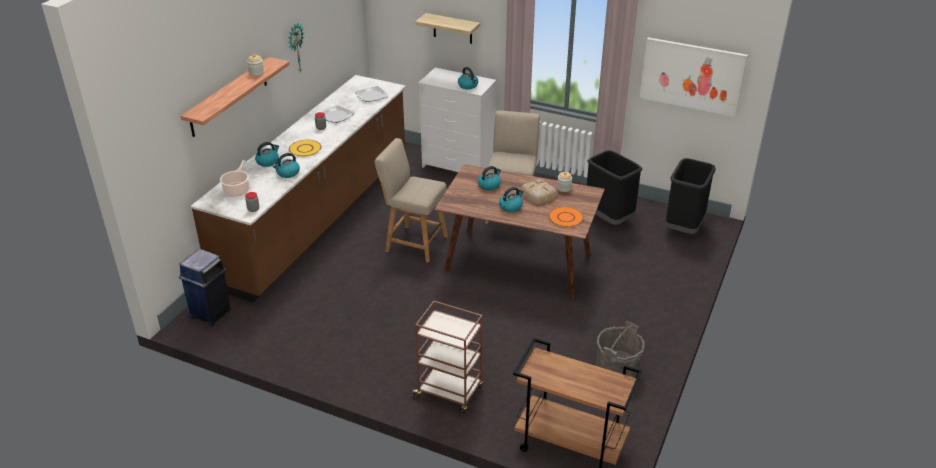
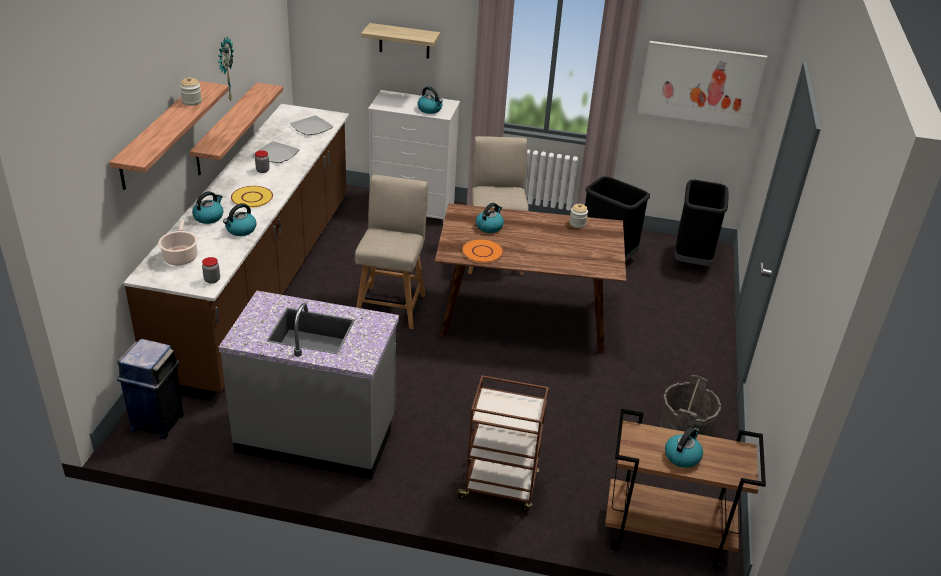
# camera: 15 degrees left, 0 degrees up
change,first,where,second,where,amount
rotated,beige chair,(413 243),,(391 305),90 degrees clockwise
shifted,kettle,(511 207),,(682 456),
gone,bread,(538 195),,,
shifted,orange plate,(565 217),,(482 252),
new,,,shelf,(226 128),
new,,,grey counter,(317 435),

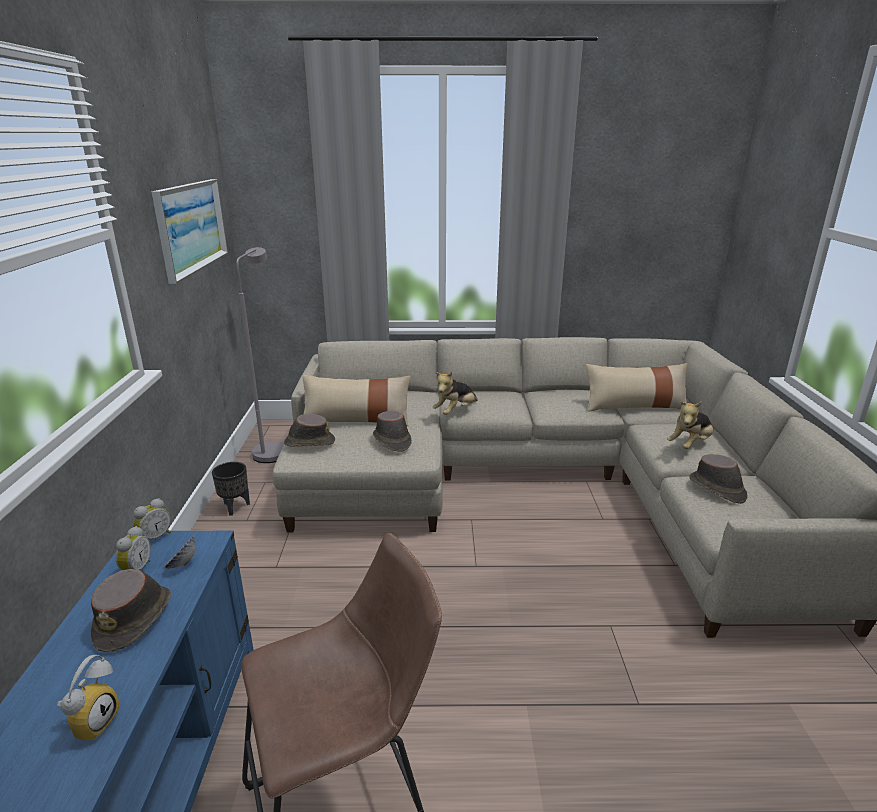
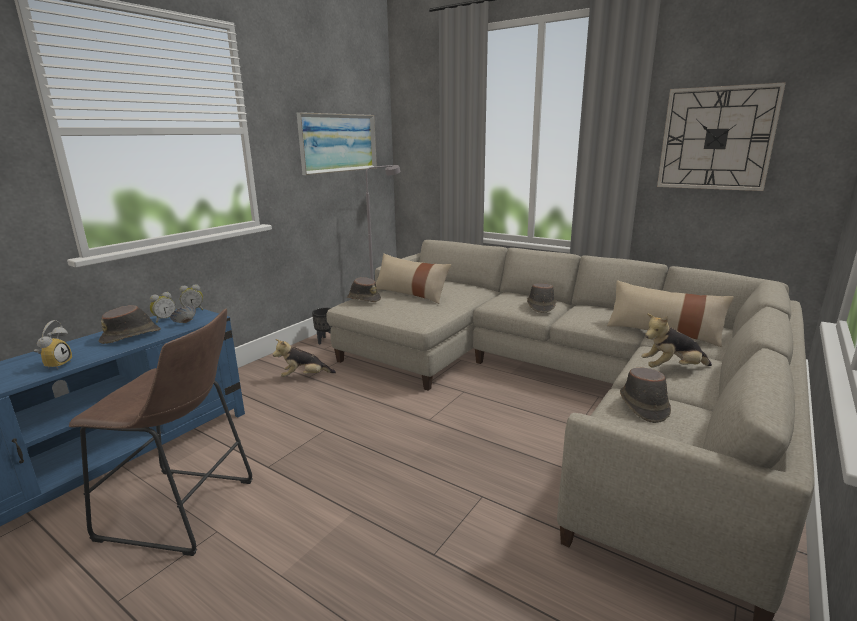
# camera: 35 degrees right, 5 degrees down
change,first,where,second,where,amount
rotated,alarm clock,(93 721),,(56 364),45 degrees counterclockwise
shifted,brown hat,(392 440),,(540 306),
shifted,plush toy,(455 411),,(304 377),
new,,,wall clock,(716 139),

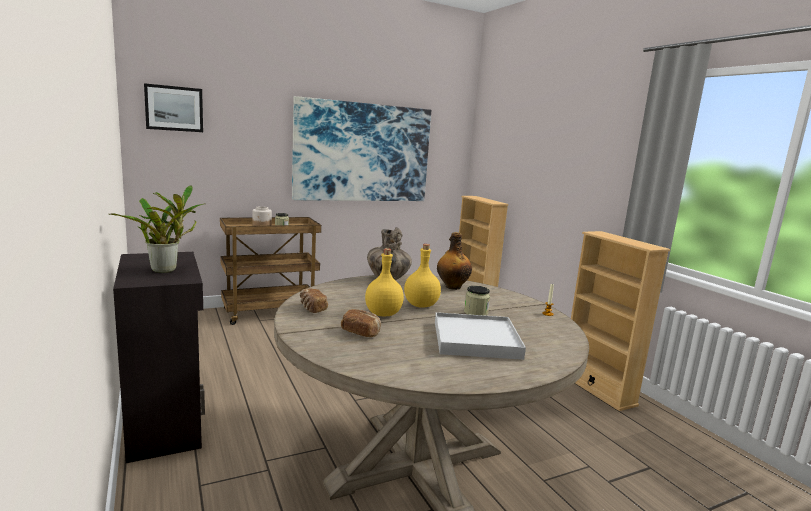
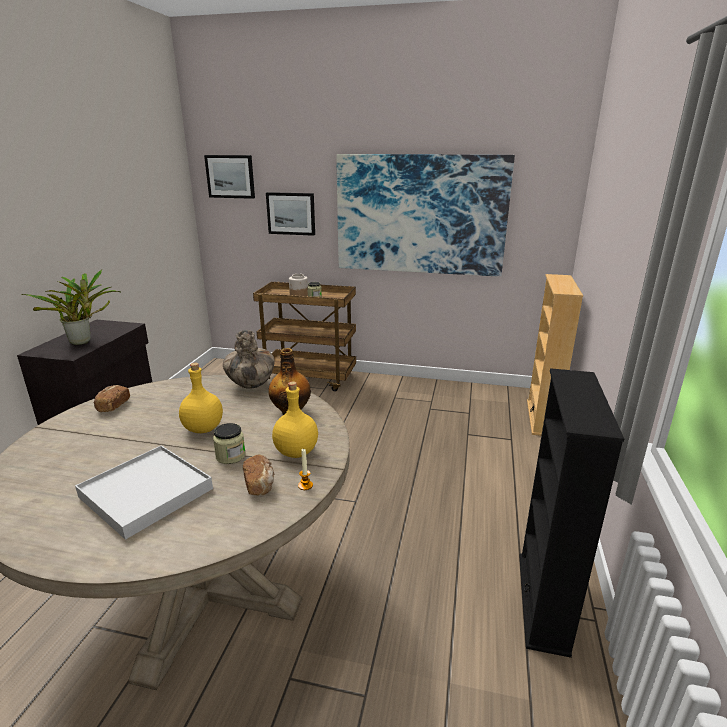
# camera: 40 degrees right, 10 degrees up
change,first,where,second,where,amount
shifted,bread,(361 332),,(260 484),
shifted,yellow bottle,(383 313),,(297 452),
repainted,beige bookcase,(597 389),black bookcase,(543 601),
new,,,picture,(291 213),

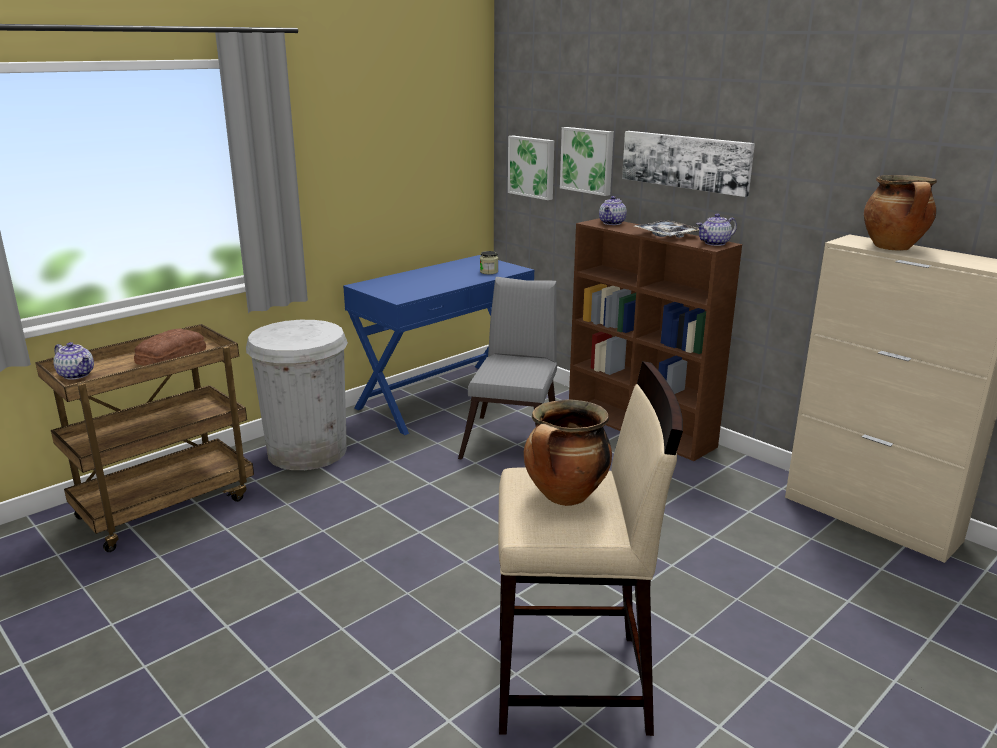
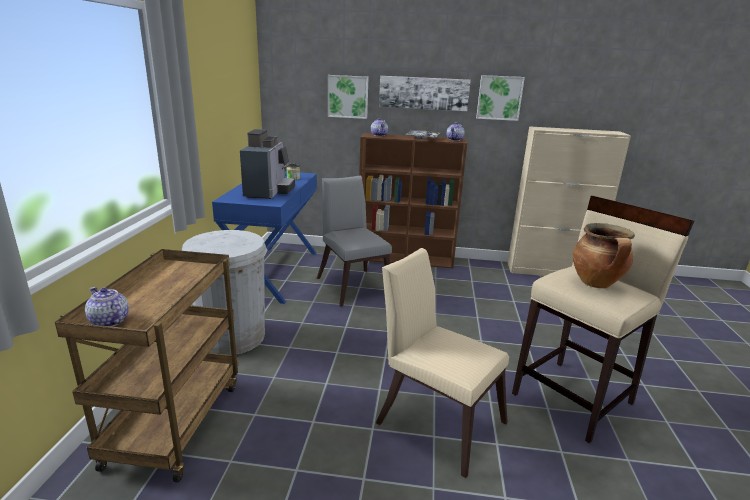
# camera: 40 degrees left, 0 degrees up
change,first,where,second,where,amount
rotated,teapot,(77 375),,(108 321),135 degrees counterclockwise
gone,bread,(170 357),,,
shifted,picture,(532 167),,(499 97),
gone,cooking pot,(894 248),,,
new,,,coffee machine,(269 192),
new,,,beige chair,(435 418),

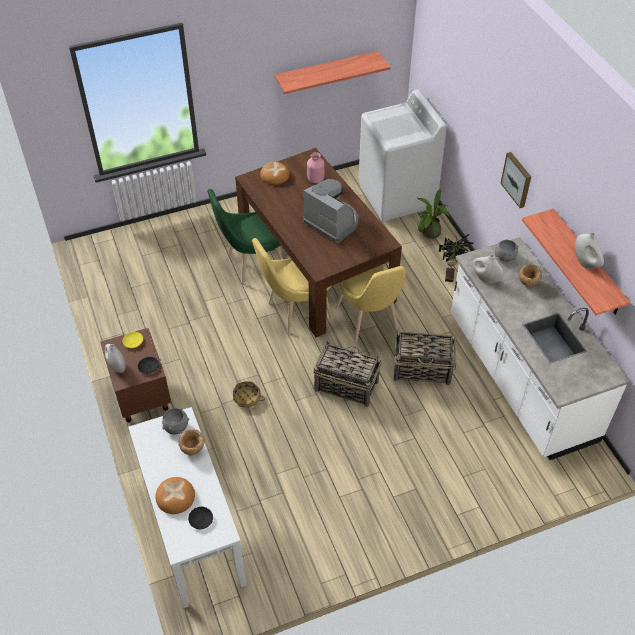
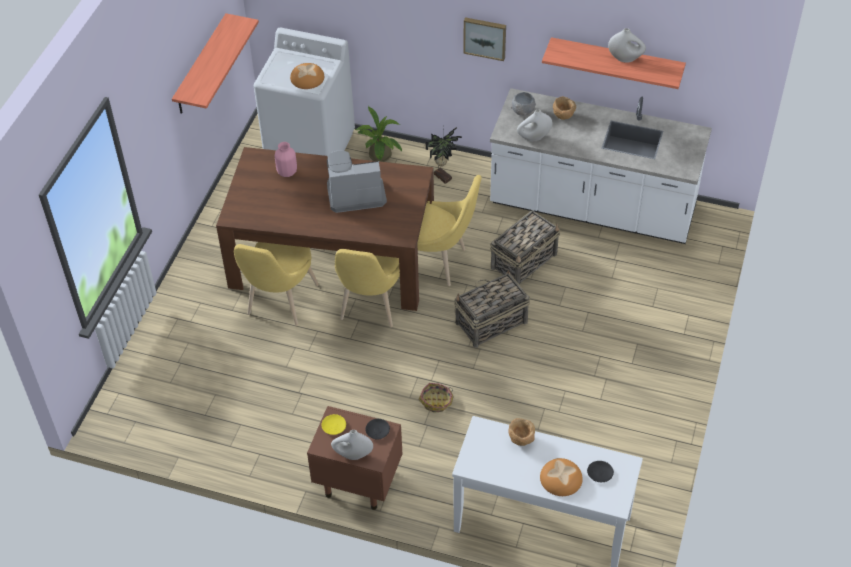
# camera: 50 degrees left, 0 degrees up
change,first,where,second,where,amount
gone,grey bowl,(176 427),,,
repainted,green chair,(252 265),yellow chair,(280 303),
shifted,bread,(275 175),,(307 78),

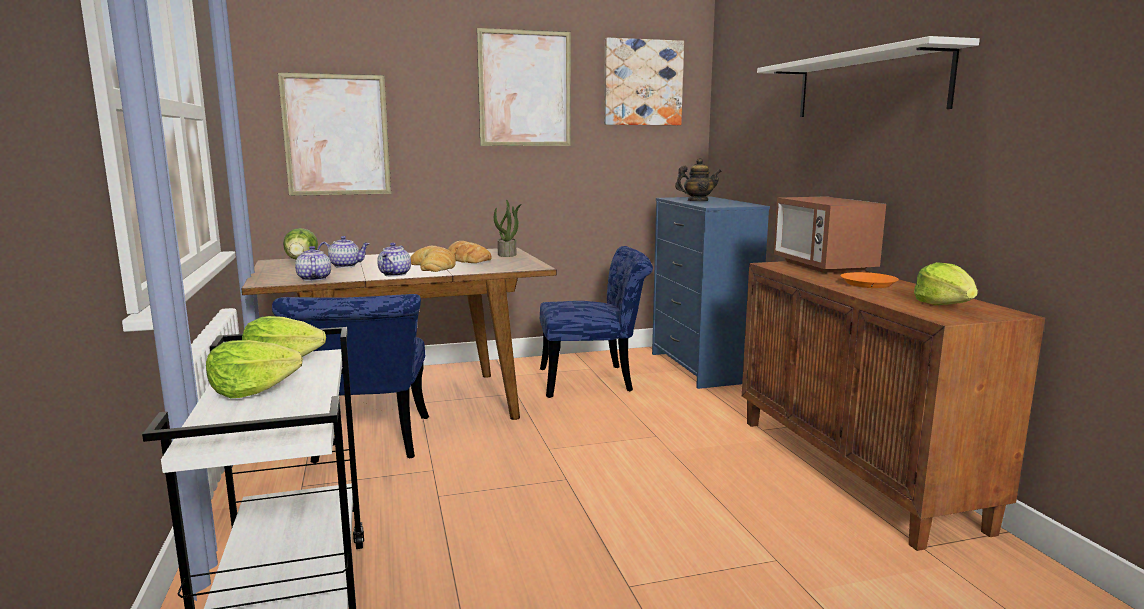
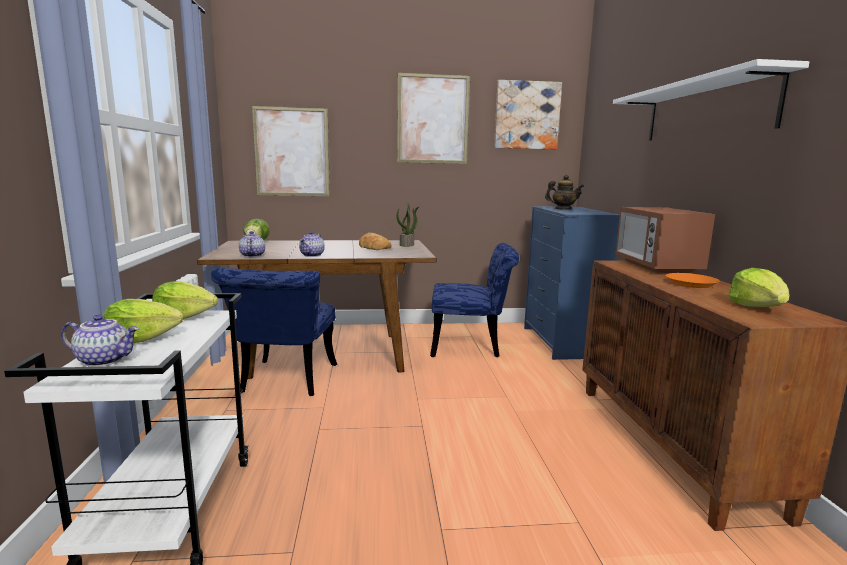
# camera: 10 degrees right, 0 degrees up
change,first,where,second,where,amount
shifted,teapot,(345 266),,(105 360),
gone,bread,(434 266),,,

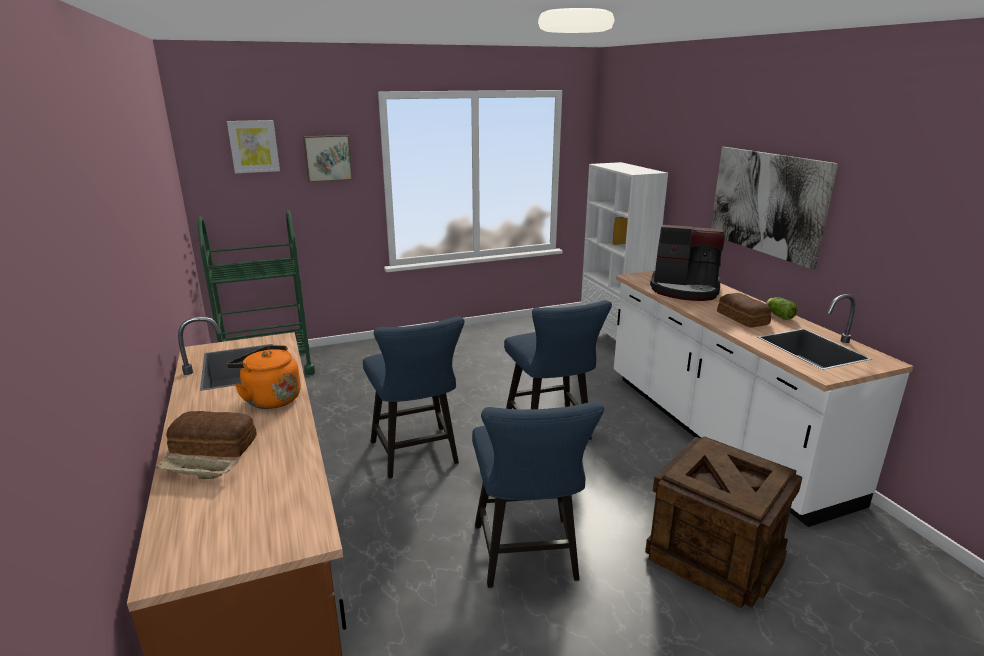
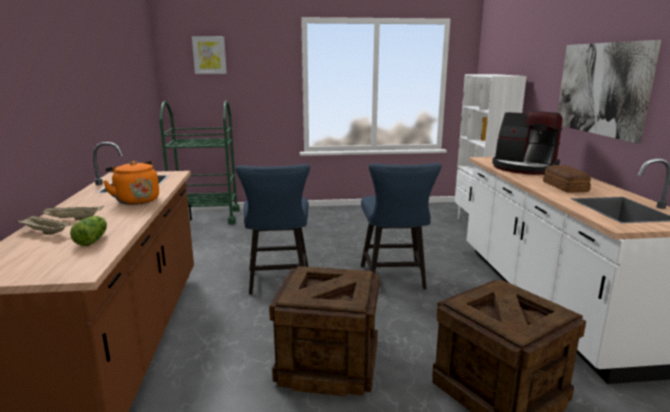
# camera: 15 degrees right, 5 degrees down
change,first,where,second,where,amount
swapped,bread,(214 446),beige tray,(73 219),
gone,picture,(328 158),,,
swapped,blue chair,(528 558),crate,(327 364),
shifted,lettuce,(778 315),,(93 239),

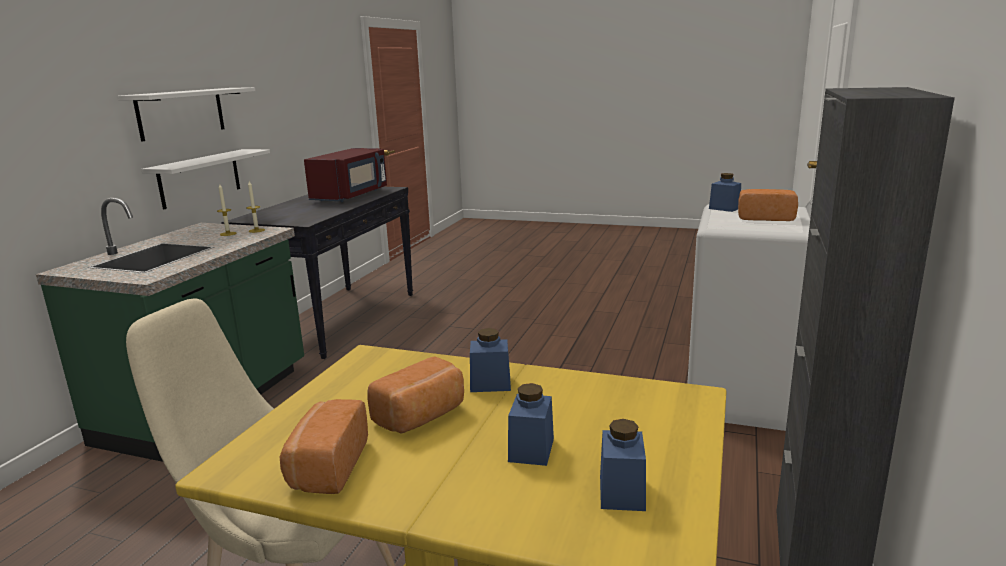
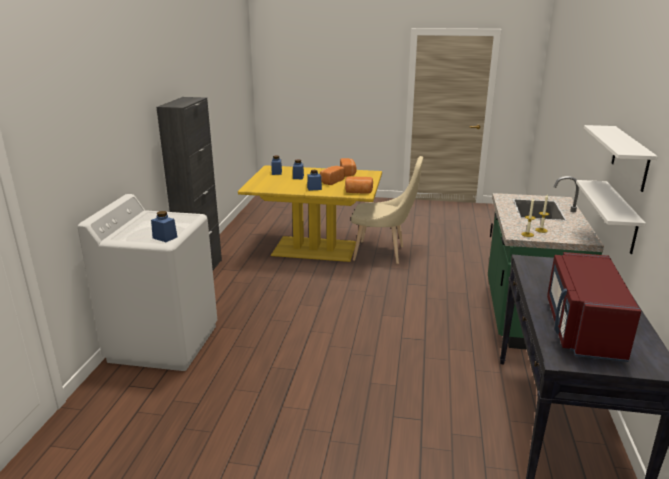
# camera: 170 degrees right, 5 degrees up
change,first,where,second,where,amount
shifted,bread,(765 217),,(358 192),

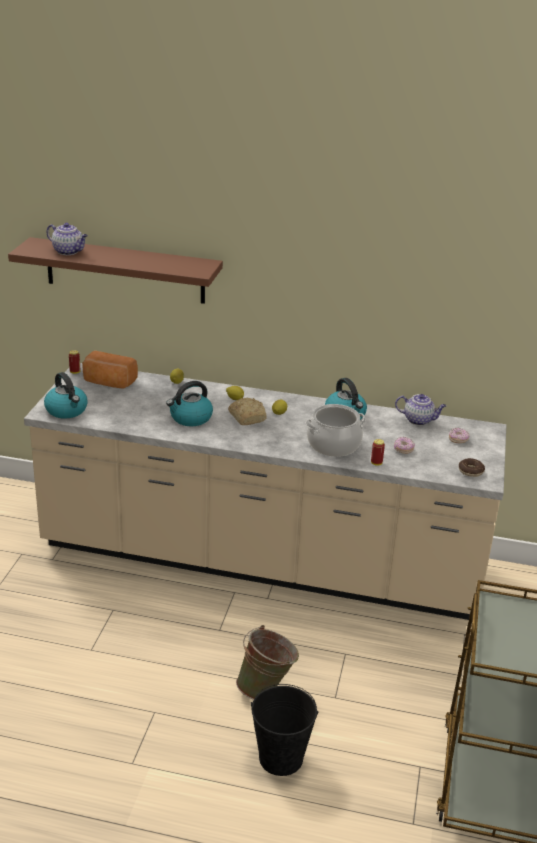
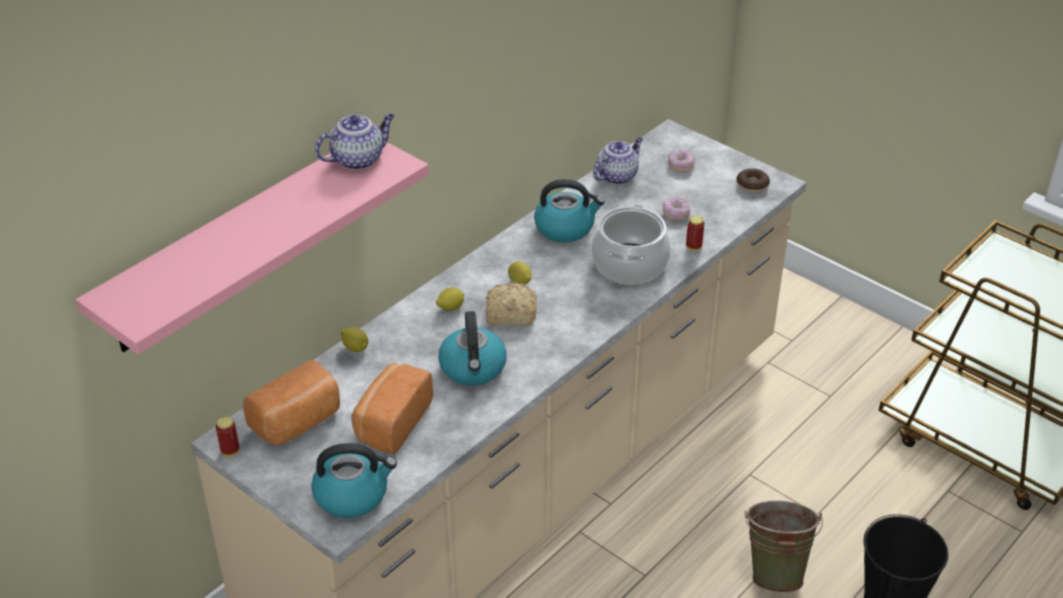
# camera: 60 degrees left, 10 degrees up
change,first,where,second,where,amount
repainted,brown shelf,(125 270),pink shelf,(237 243),
shifted,teapot,(69 251),,(358 159),
new,,,bread,(391 422),

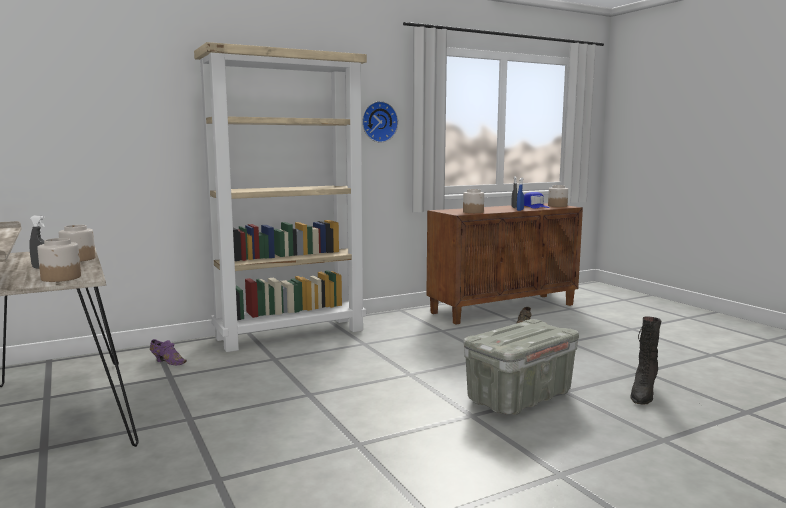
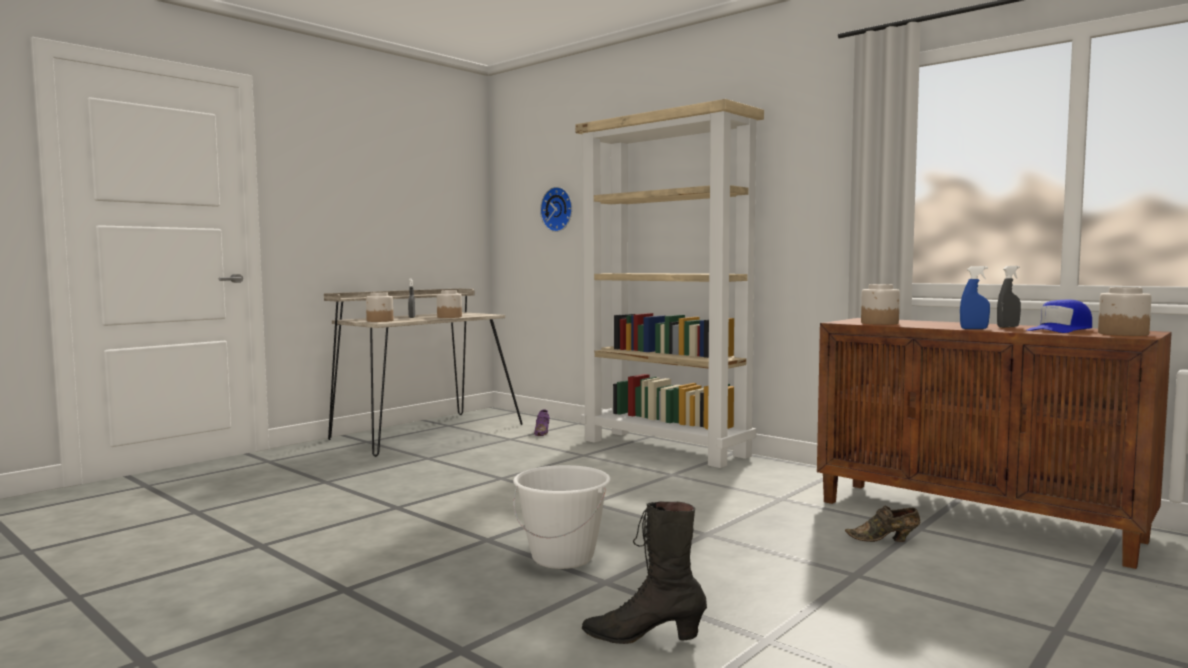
# camera: 70 degrees right, 5 degrees down
change,first,where,second,where,amount
shifted,wall clock,(378 122),,(558 209),
swapped,grey storage box,(519 396),white bucket,(563 557),

